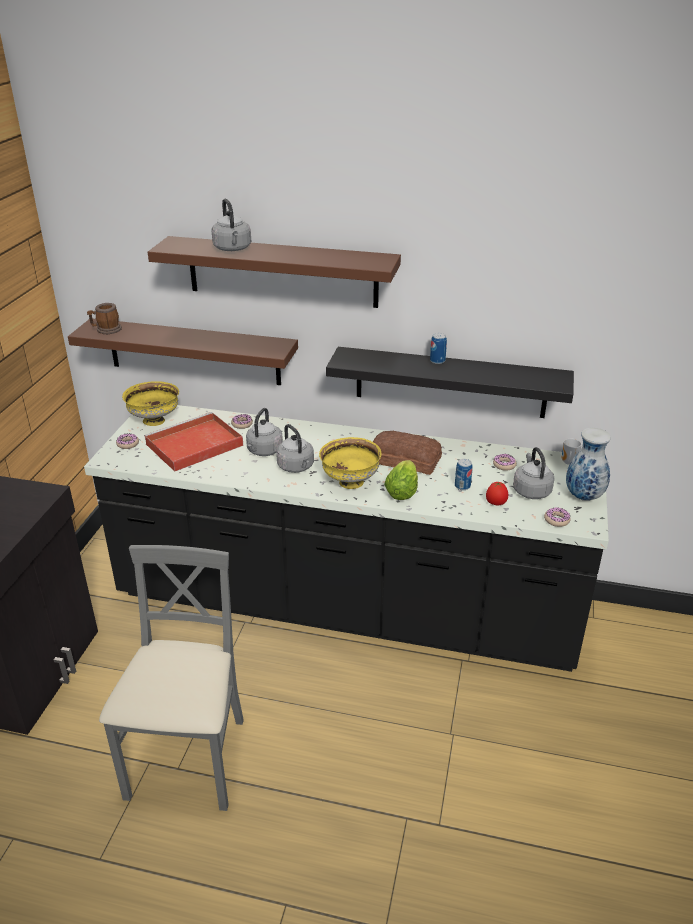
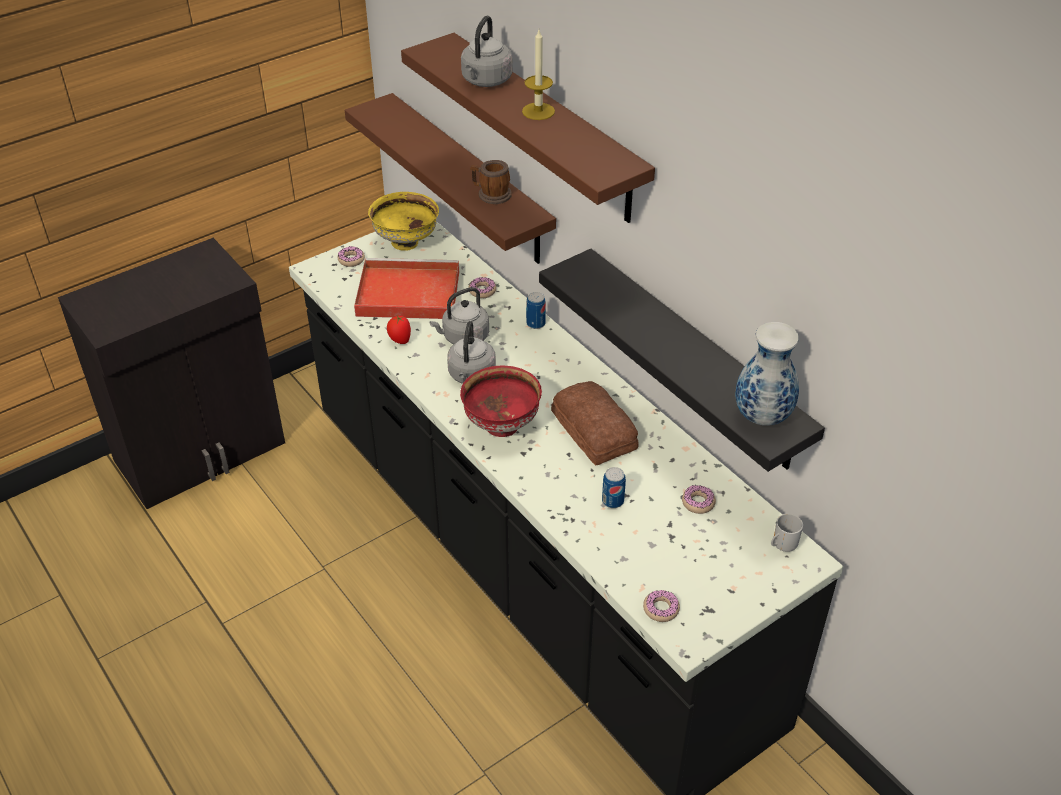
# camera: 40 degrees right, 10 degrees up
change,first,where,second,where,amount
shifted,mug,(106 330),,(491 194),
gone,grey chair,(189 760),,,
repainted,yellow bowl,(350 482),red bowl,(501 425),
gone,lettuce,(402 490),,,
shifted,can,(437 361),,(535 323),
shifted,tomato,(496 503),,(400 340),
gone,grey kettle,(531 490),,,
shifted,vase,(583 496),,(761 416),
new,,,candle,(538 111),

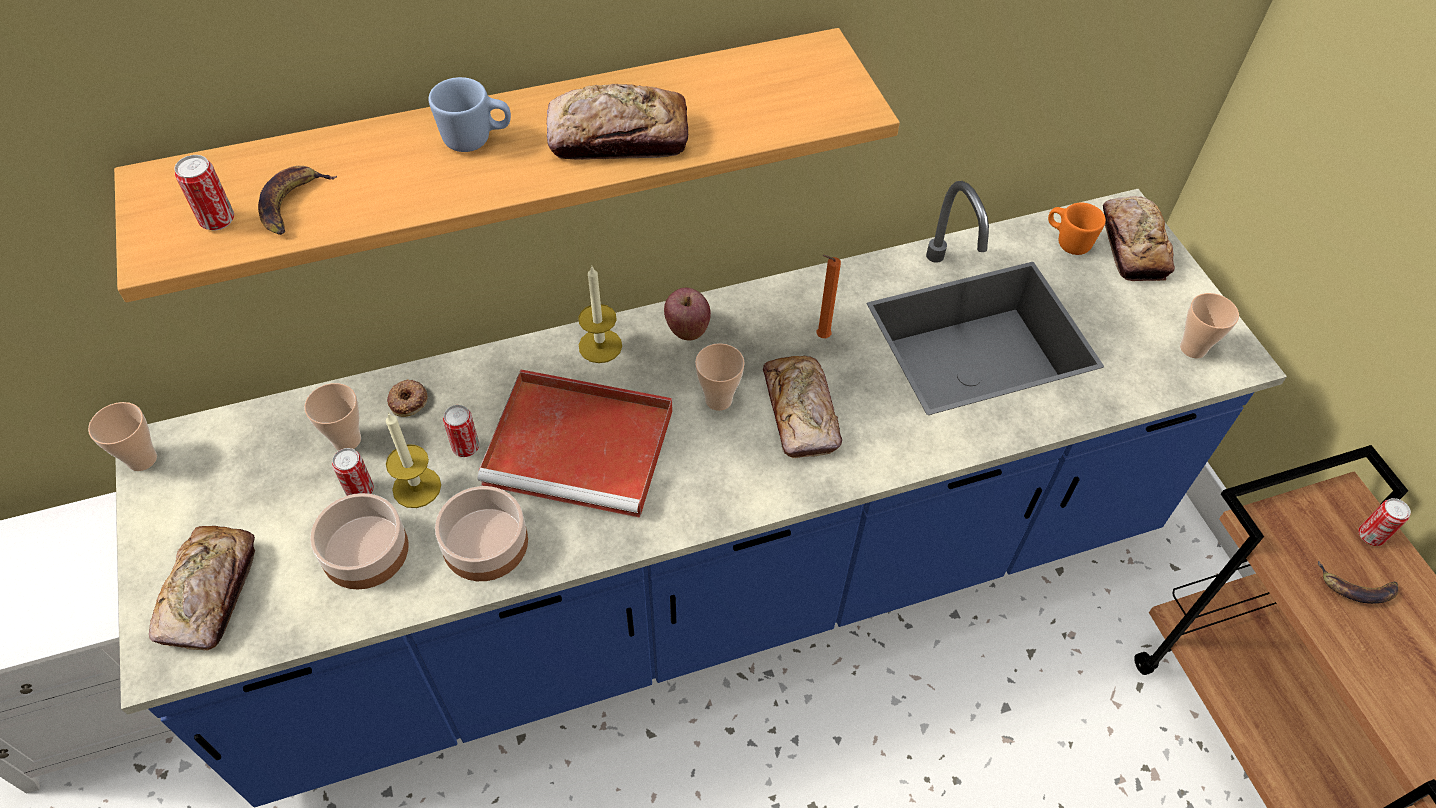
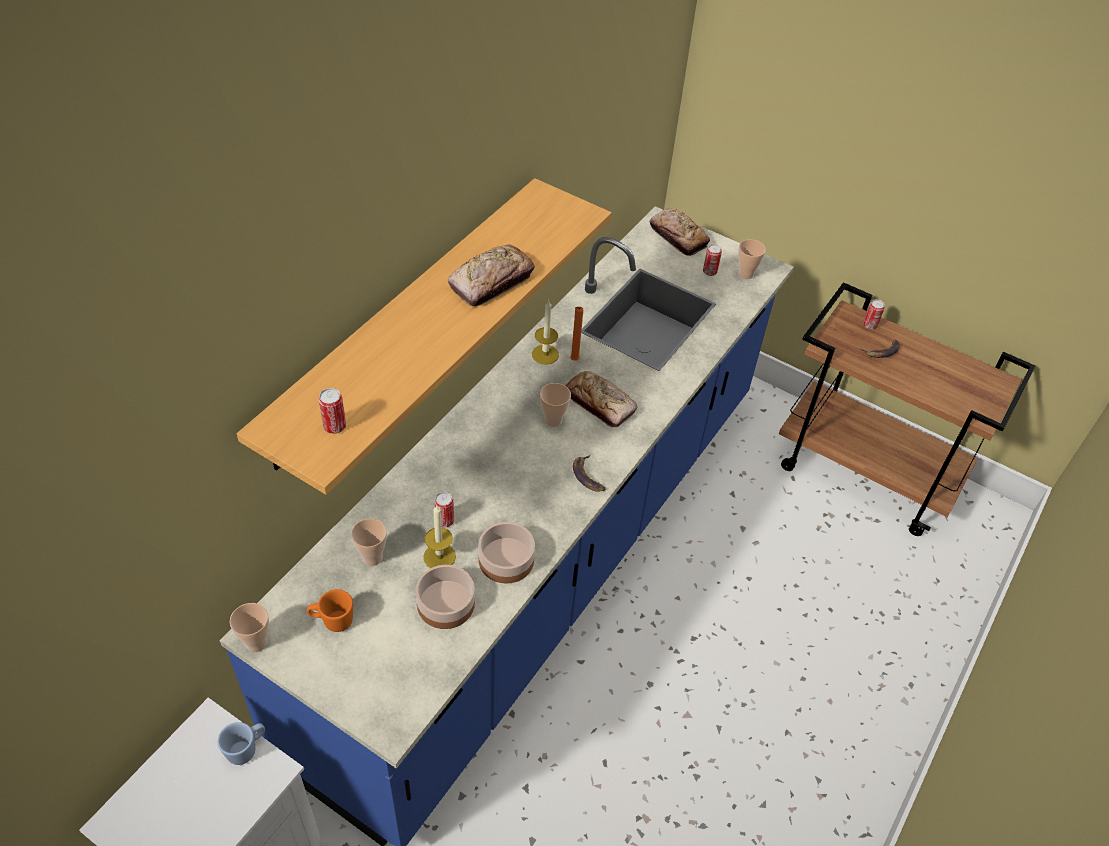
# camera: 40 degrees left, 5 degrees down
change,first,where,second,where,amount
gone,bread,(210 593),,,
shifted,banana,(292 204),,(588 476),
shifted,can,(360 490),,(709 272),
gone,donut,(408 400),,,
shifted,blue mug,(476 140),,(246 749),
gone,red tray,(583 447),,,
shifted,candle,(600 346),,(545 354),
gone,apple,(687 328),,,
shifted,orange mug,(1067 242),,(332 621),

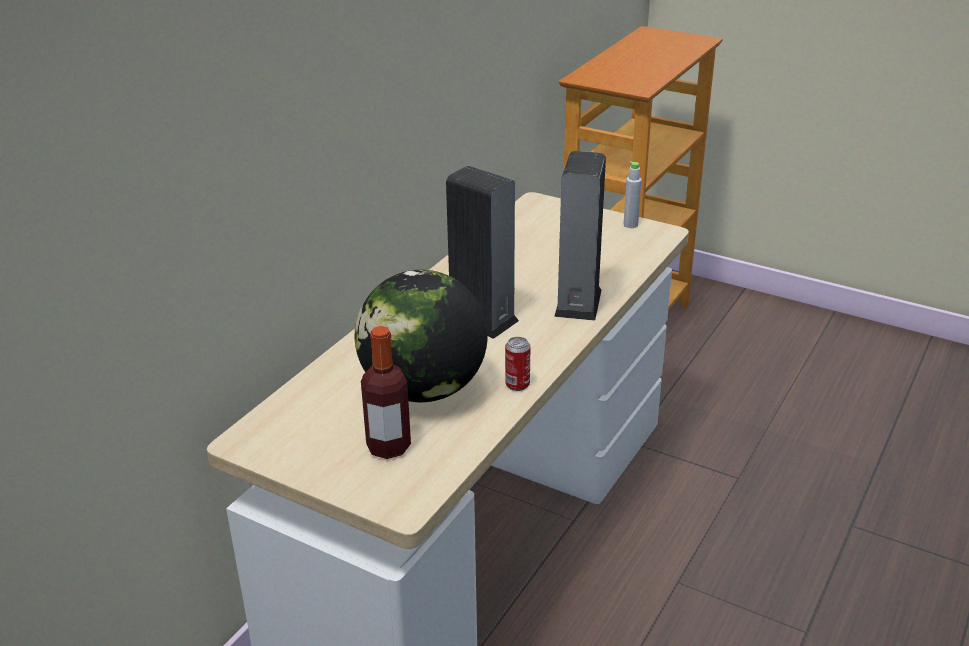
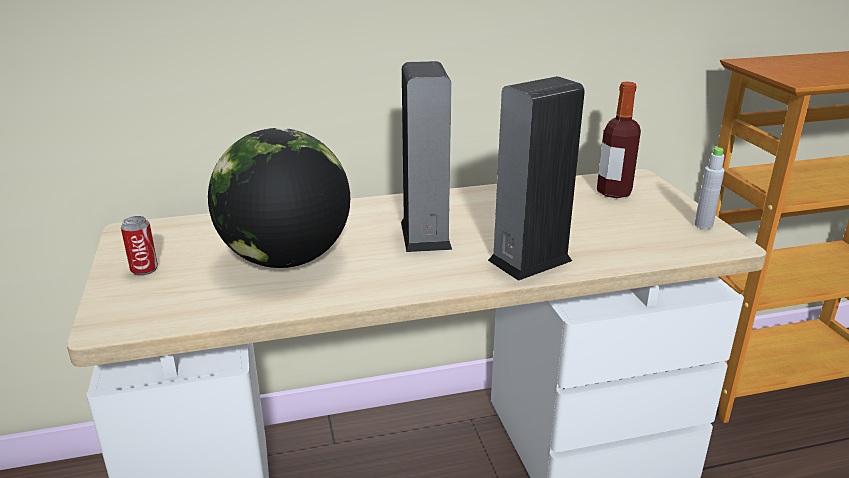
# camera: 45 degrees right, 5 degrees down
change,first,where,second,where,amount
shifted,bottle,(388 447),,(614 192),
shifted,can,(517 384),,(144 269),

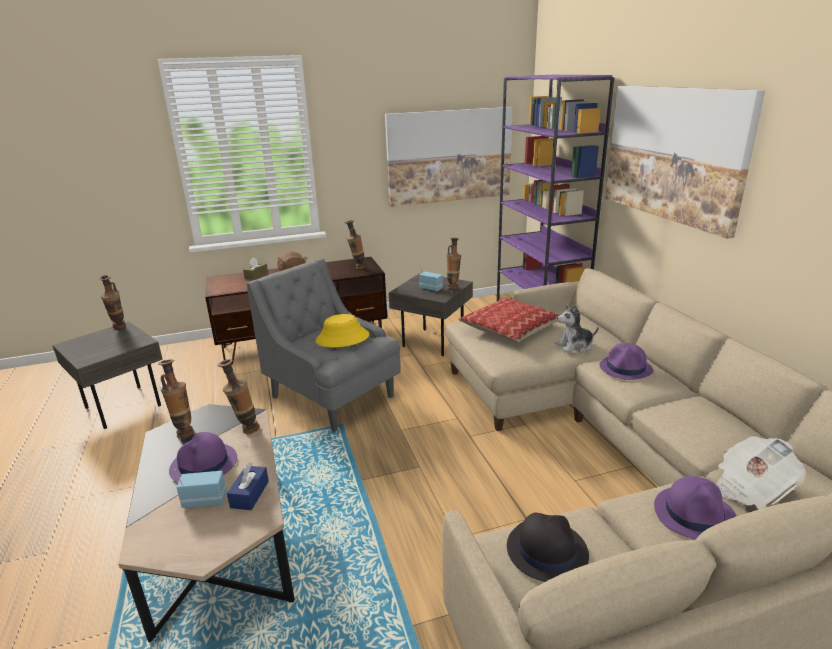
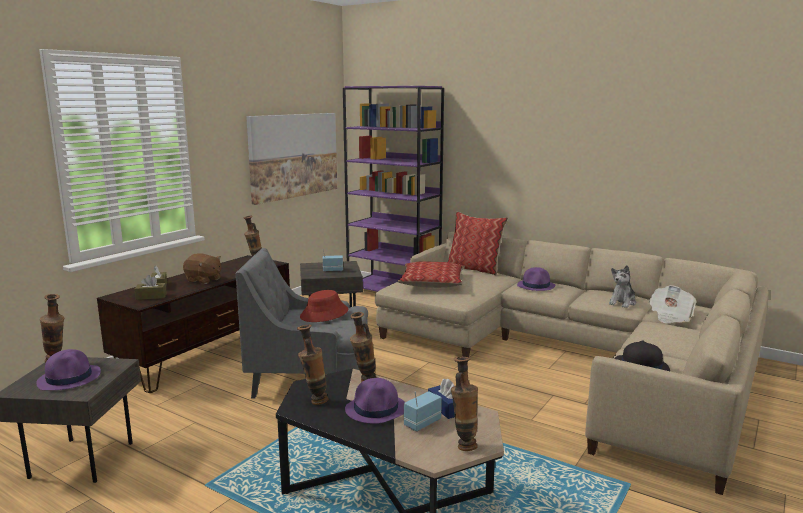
# camera: 40 degrees left, 10 degrees down
change,first,where,second,where,amount
repainted,yellow hat,(342 338),red hat,(324 314),
shifted,vase,(453 287),,(464 445),
shifted,plush toy,(574 346),,(622 302),
gone,picture,(673 154),,,
shifted,purple hat,(694 514),,(70 378),
new,,,brown tissue box,(151 296),
new,,,pillow,(475 269),

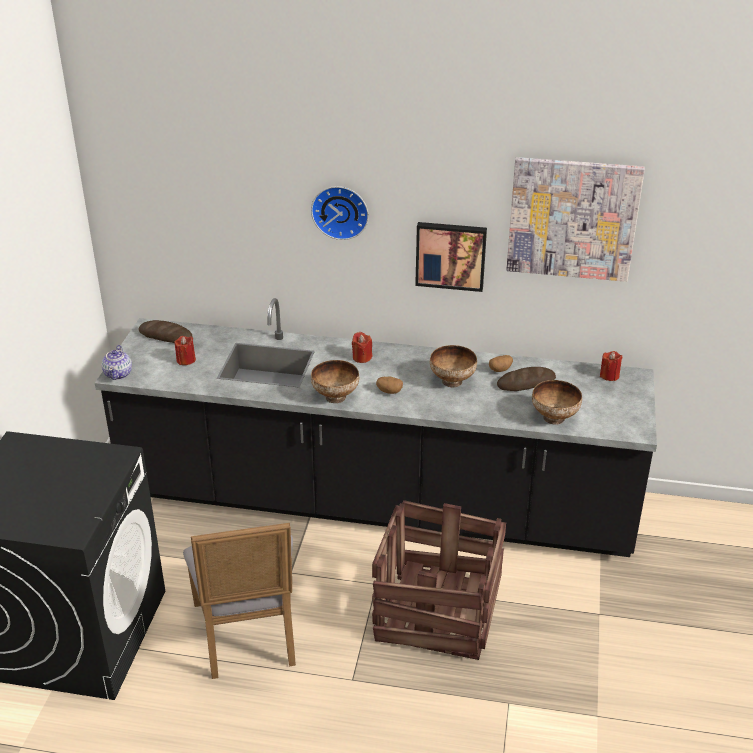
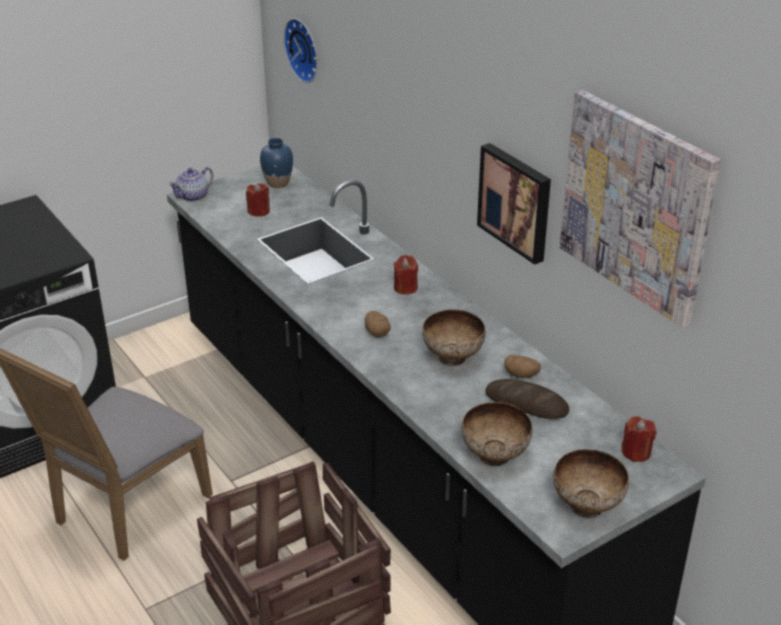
# camera: 45 degrees right, 0 degrees up
change,first,where,second,where,amount
swapped,bread,(165 335),blue vase,(278 183),
shifted,wall clock,(340 211),,(305 49),
shifted,bowl,(336 396),,(588 506),

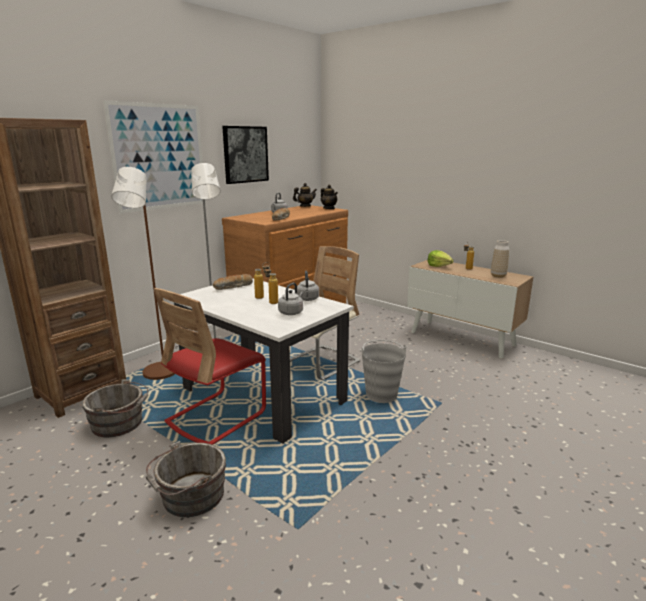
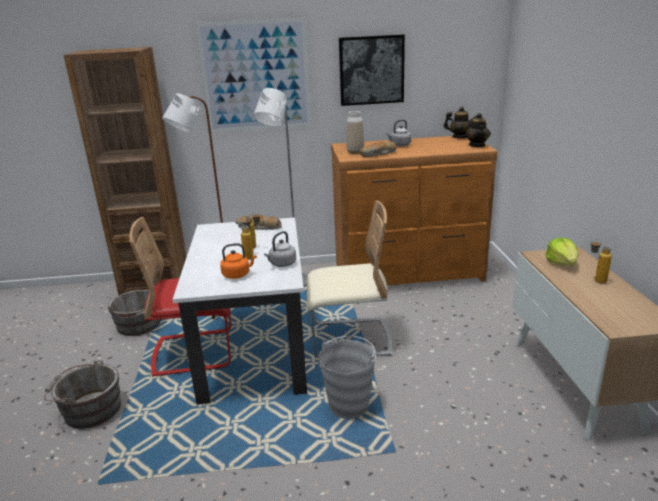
# camera: 45 degrees right, 5 degrees up
change,first,where,second,where,amount
repainted,grey kettle,(291 312),orange kettle,(237 274),
shifted,vase,(498 276),,(355 152),

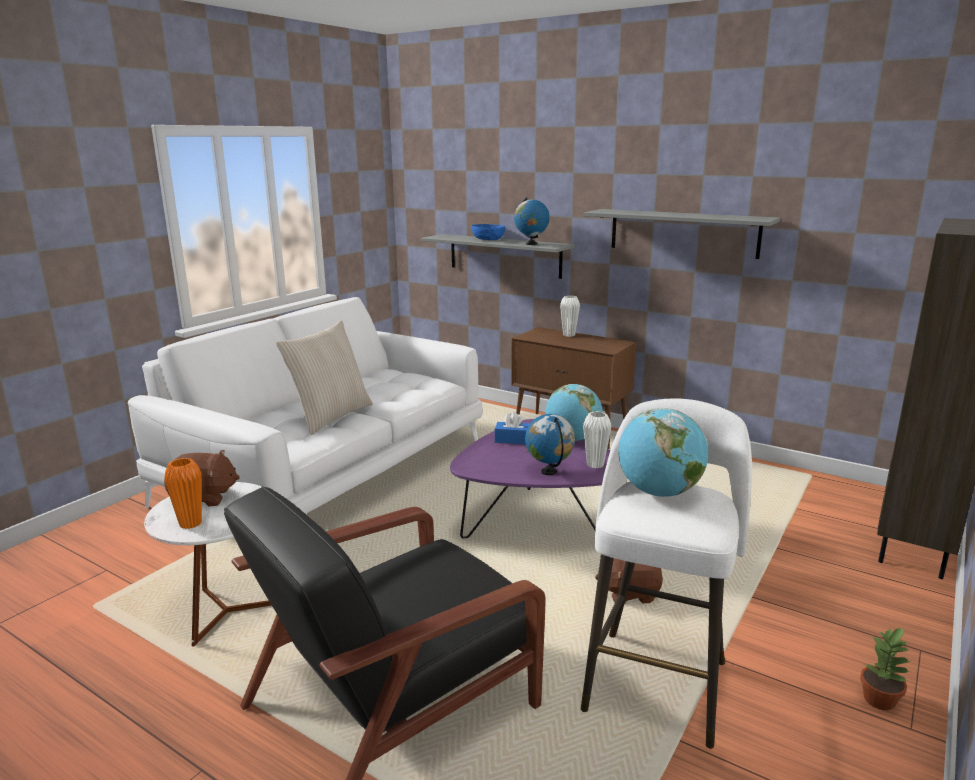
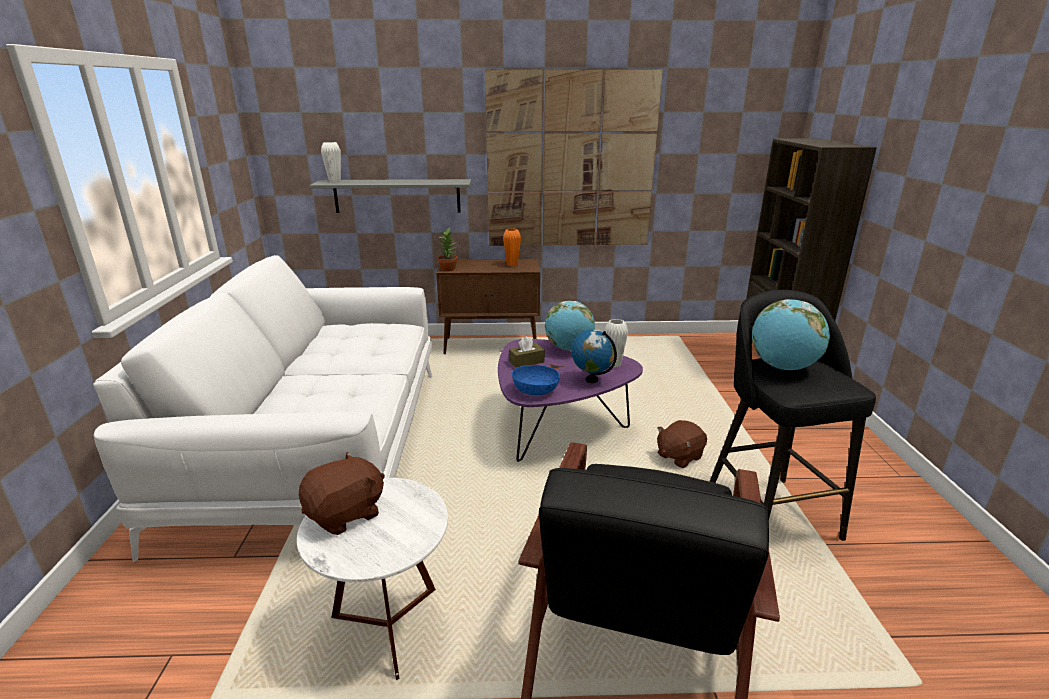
# camera: 35 degrees left, 5 degrees up
change,first,where,second,where,amount
shifted,orange vase,(190 523),,(512 264),
gone,beige pillow,(330 416),,,
shifted,blue bowl,(488 239),,(535 390),
repainted,blue tissue box,(513 440),brown tissue box,(526 362),
gone,globe,(531 244),,,
shifted,white vase,(569 335),,(334 181),
repainted,white stool,(657 682),black stool,(768 512),
swapped,grey shelf,(683 233),picture,(570 162),
shifted,potted plant,(880 700),,(448 269),

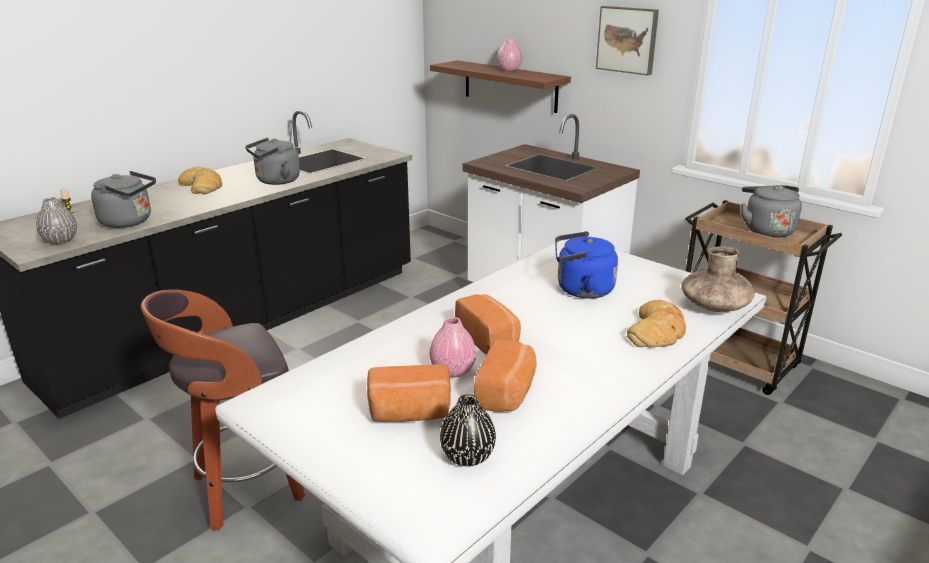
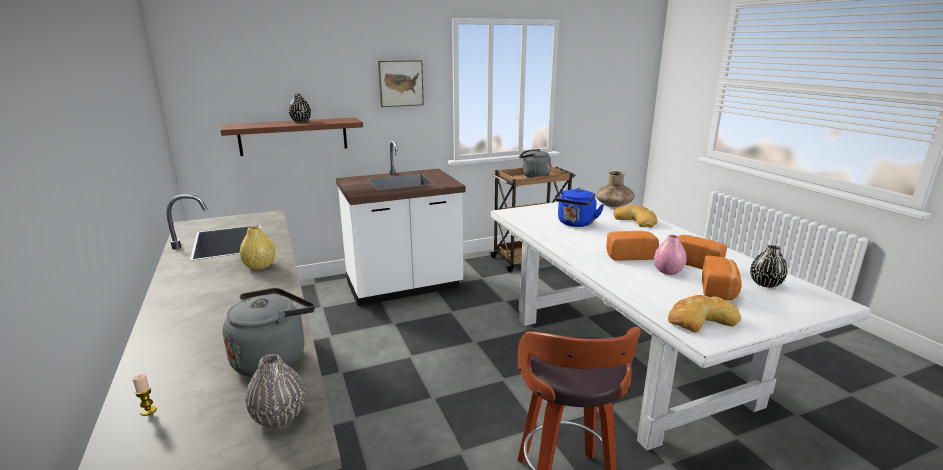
# camera: 65 degrees left, 5 degrees down
change,first,where,second,where,amount
shifted,bread,(202 186),,(700 319),
swapped,grey kettle,(275 181),yellow vase,(259 266),
repainted,pink vase,(509 70),black vase,(301 121),

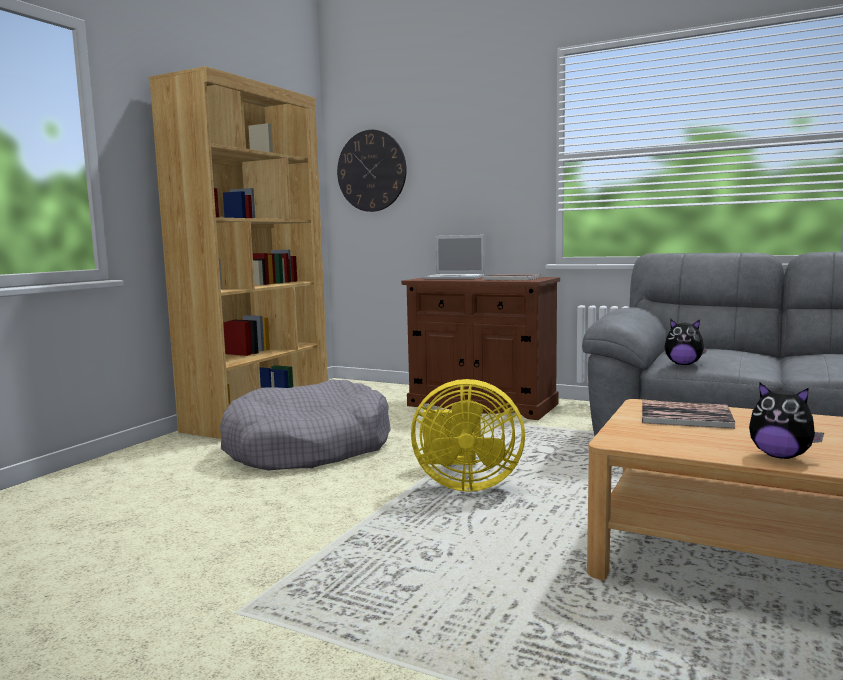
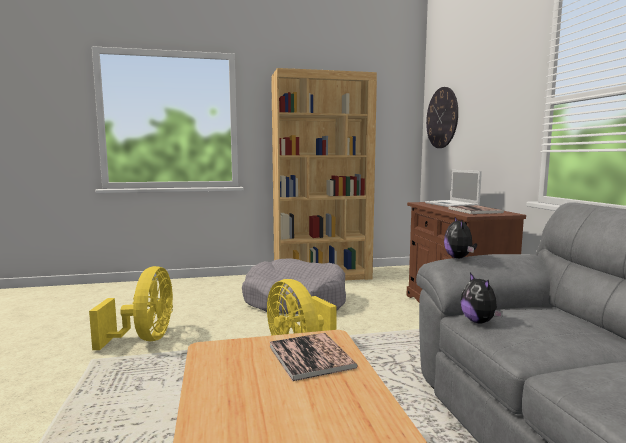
# camera: 50 degrees right, 0 degrees up
change,first,where,second,where,amount
shifted,plush toy,(780 456),,(459 258),
new,,,yellow fan,(145 339),

